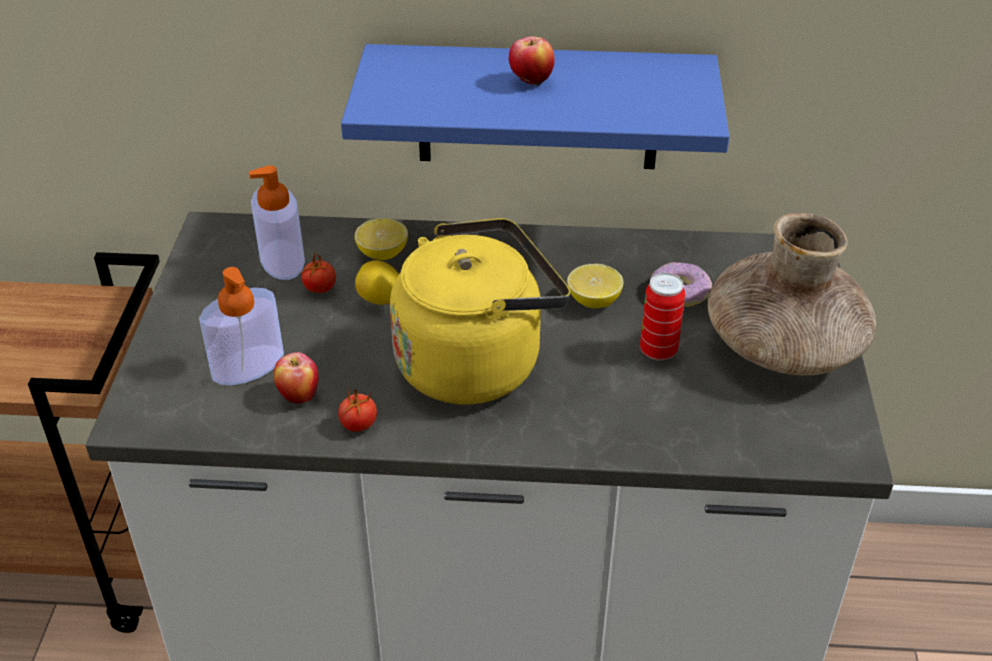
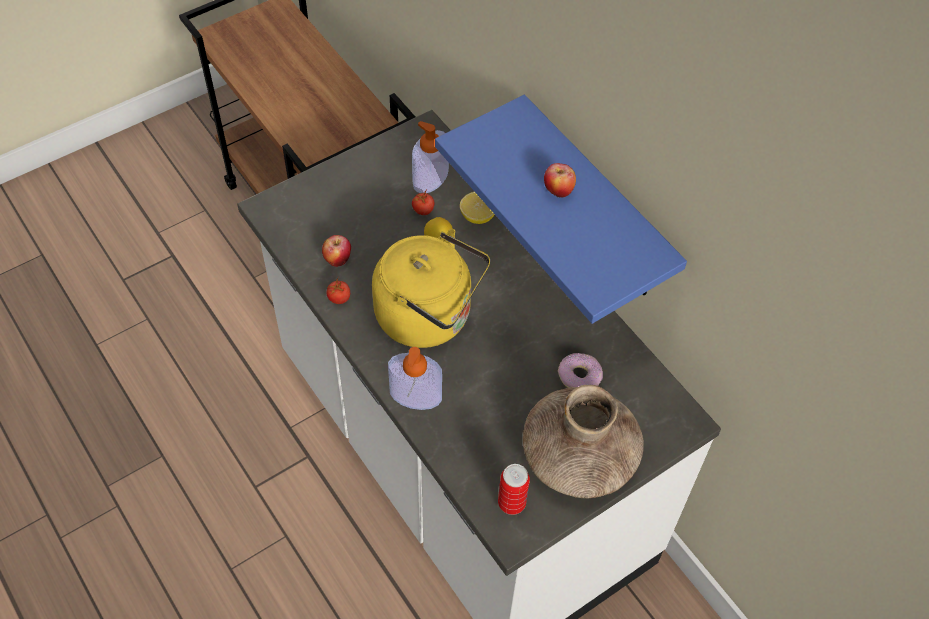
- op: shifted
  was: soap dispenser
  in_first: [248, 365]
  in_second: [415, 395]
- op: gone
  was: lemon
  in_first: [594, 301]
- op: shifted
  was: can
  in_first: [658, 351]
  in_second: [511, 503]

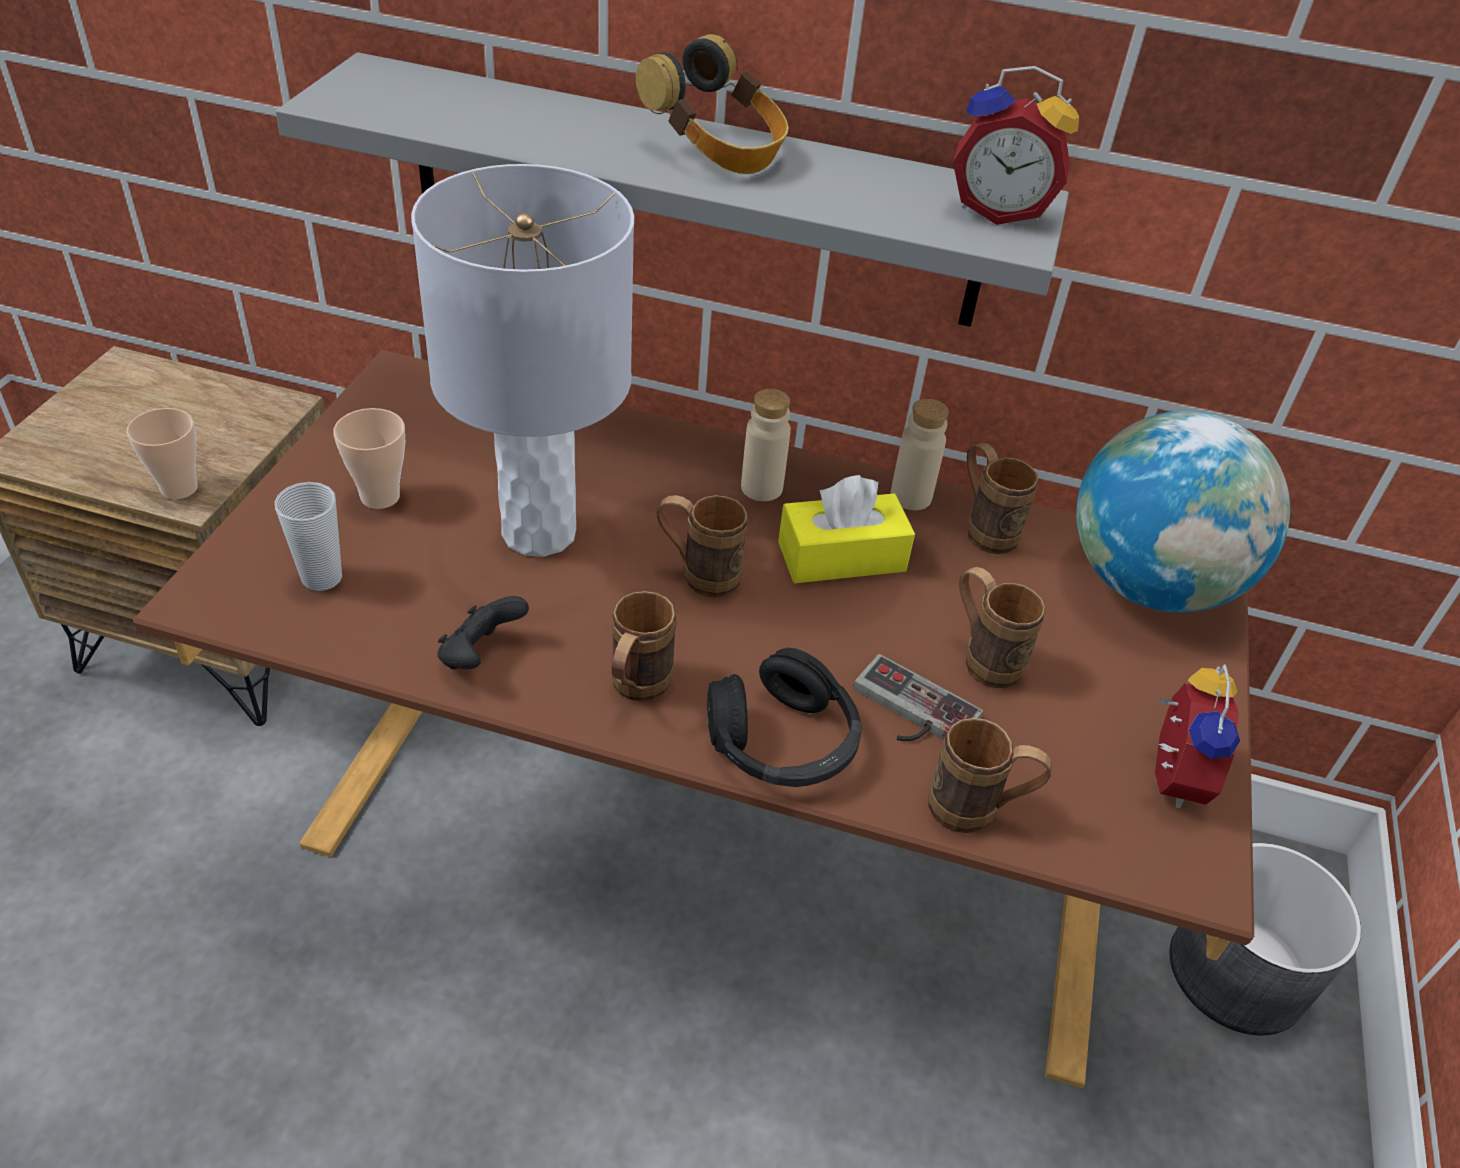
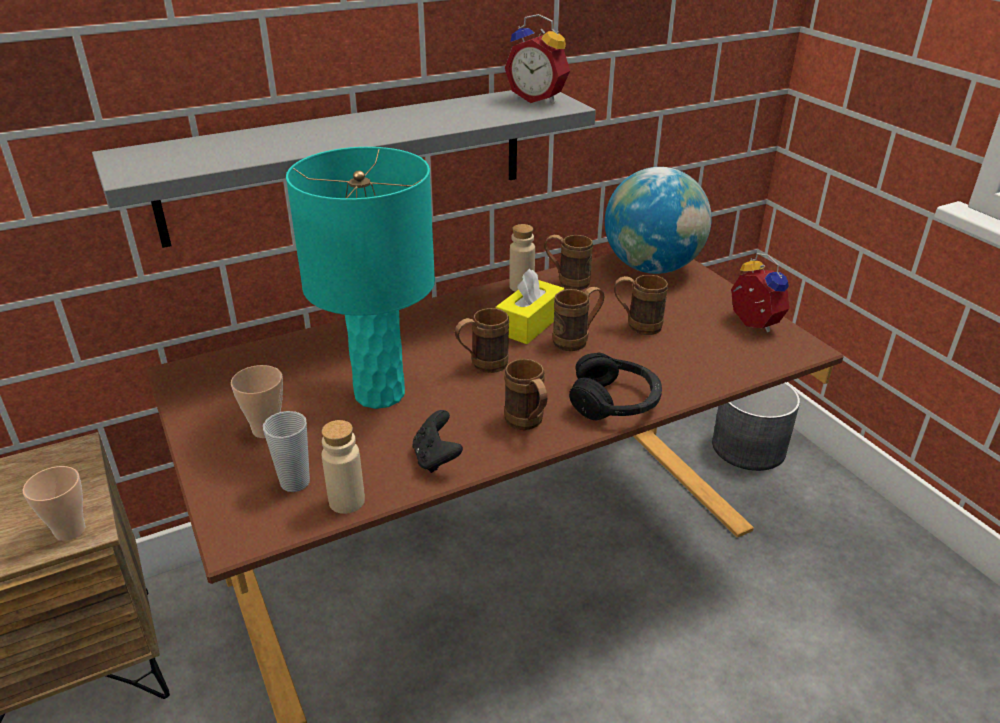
- op: repainted
  was: grey table lamp
  now: turquoise table lamp
  in_first: [538, 533]
  in_second: [379, 394]
- op: gone
  was: headphones
  in_first: [717, 151]
- op: shifted
  was: beige bottle
  in_first: [761, 488]
  in_second: [347, 501]
- op: gone
  was: game controller
  in_first: [909, 712]
- op: shifted
  was: brown mug
  in_first: [977, 812]
  in_second: [577, 340]
- op: rotated
  was: alarm clock
  in_first: [1000, 211]
  in_second: [538, 99]
  clockwise: 60

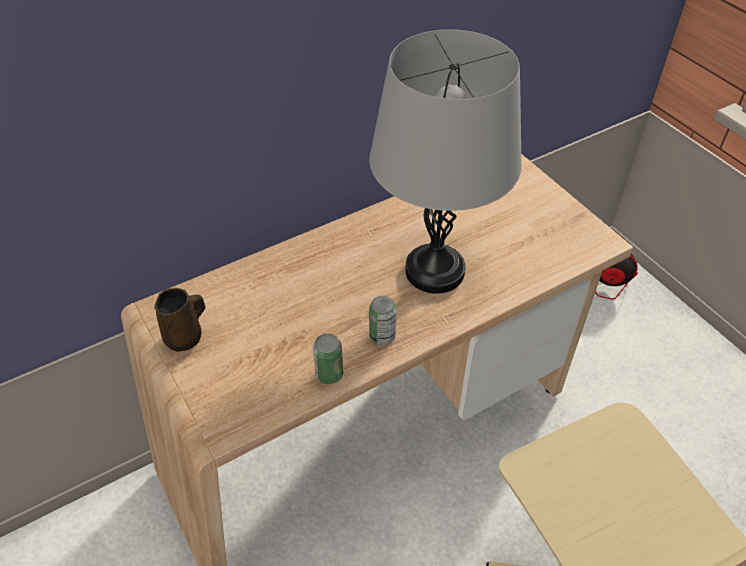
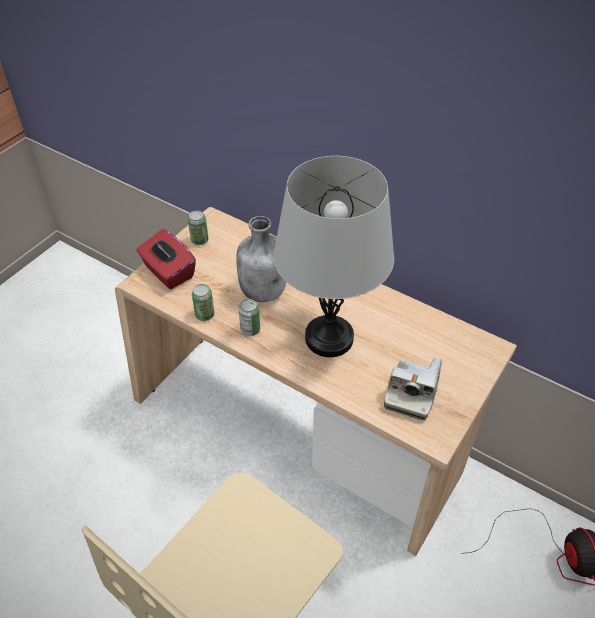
- op: swapped
  was: brown mug
  now: can
  in_first: [186, 337]
  in_second: [199, 240]
- op: new
  now: red tissue box
  in_second: [168, 272]
- op: new
  now: grey bottle
  in_second: [264, 291]
- op: new
  now: photo camera
  in_second: [411, 392]

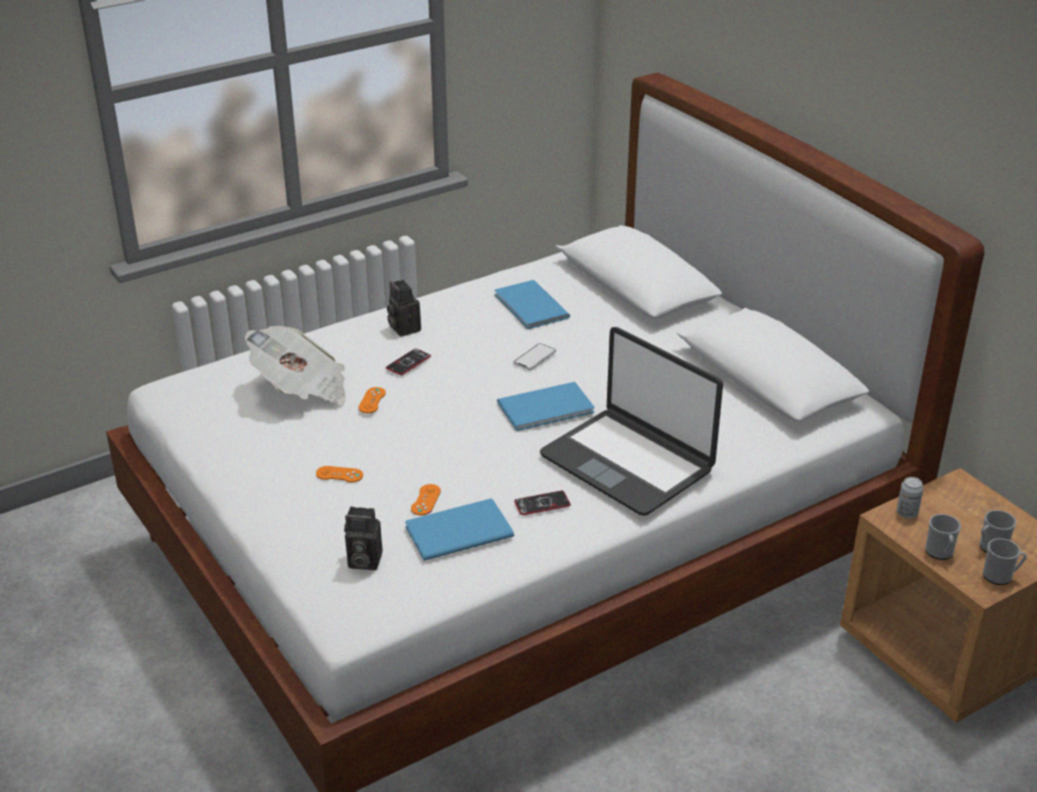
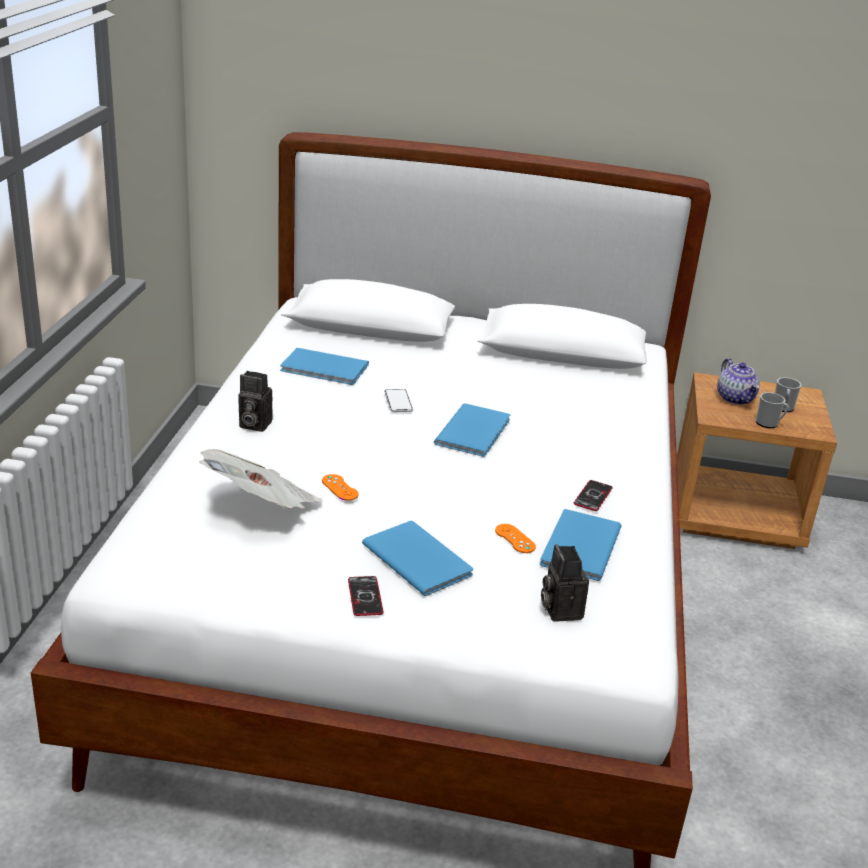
- op: swapped
  was: orange game controller
  now: blue book
  in_first: [339, 474]
  in_second: [417, 557]
- op: rotated
  was: photo camera
  in_first: [362, 561]
  in_second: [559, 609]
  clockwise: 120
- op: shifted
  was: phone
  in_first: [408, 363]
  in_second: [365, 597]
- op: gone
  was: laptop
  in_first: [628, 462]
- op: gone
  was: can
  in_first: [907, 513]
- op: gone
  was: mug
  in_first: [1000, 576]
- op: new
  now: teapot
  in_second: [736, 398]

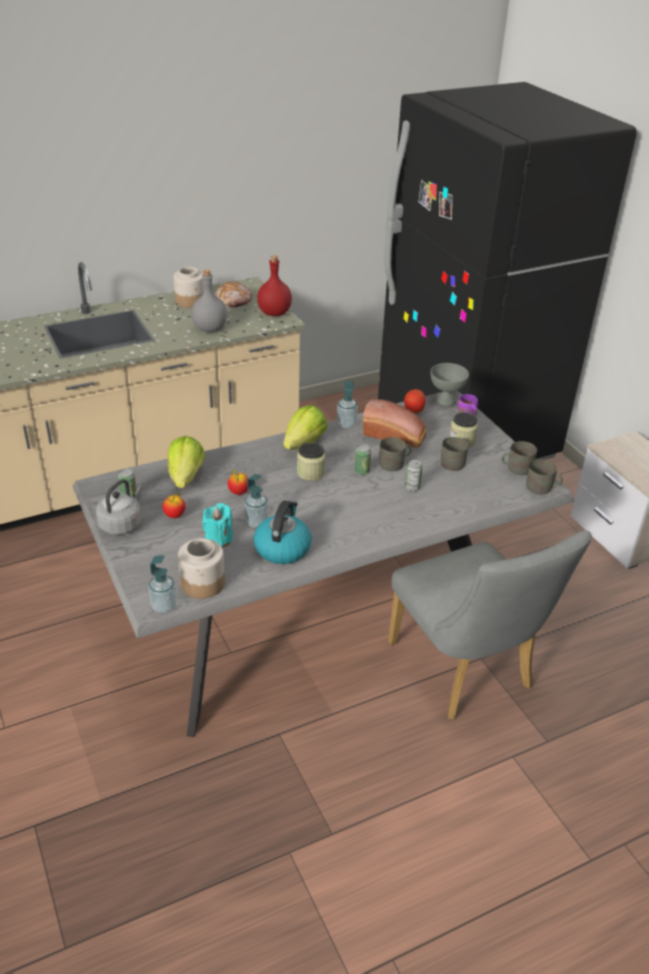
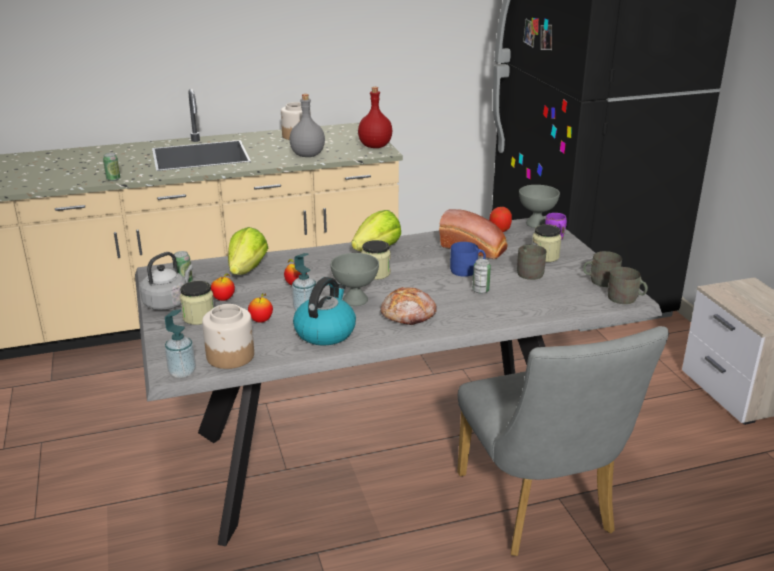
- op: swapped
  was: turquoise candle
  now: apple
  in_first: [219, 539]
  in_second: [261, 320]
- op: shifted
  was: bread
  in_first: [233, 301]
  in_second: [409, 314]
- op: gone
  was: soap dispenser
  in_first: [346, 424]
- op: shifted
  was: can
  in_first: [362, 471]
  in_second: [113, 179]
- op: repainted
  was: grey mug
  now: blue mug
  in_first: [395, 464]
  in_second: [467, 270]
- op: new
  now: jar
  in_second: [199, 317]
- op: new
  now: grey bowl
  in_second: [355, 300]

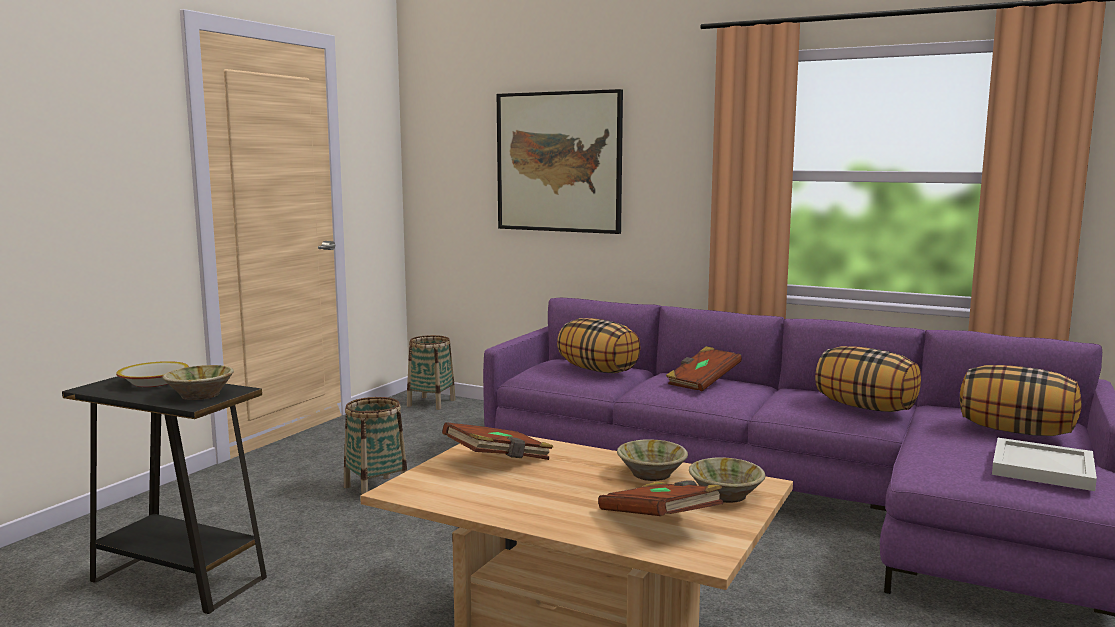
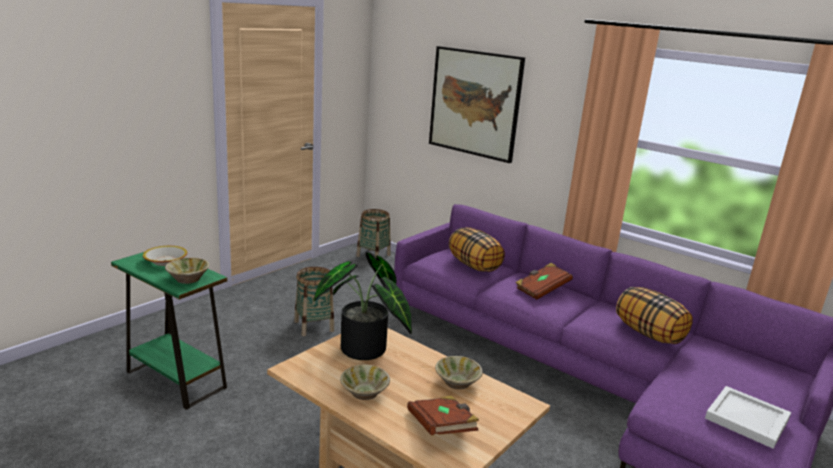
- op: repainted
  was: black side table
  now: green side table
  in_first: [178, 579]
  in_second: [176, 379]
- op: swapped
  was: brown book
  now: potted plant
  in_first: [499, 461]
  in_second: [364, 352]
- op: shifted
  was: beige bowl
  in_first: [725, 495]
  in_second: [364, 393]
- op: gone
  was: pillow
  in_first: [1016, 431]

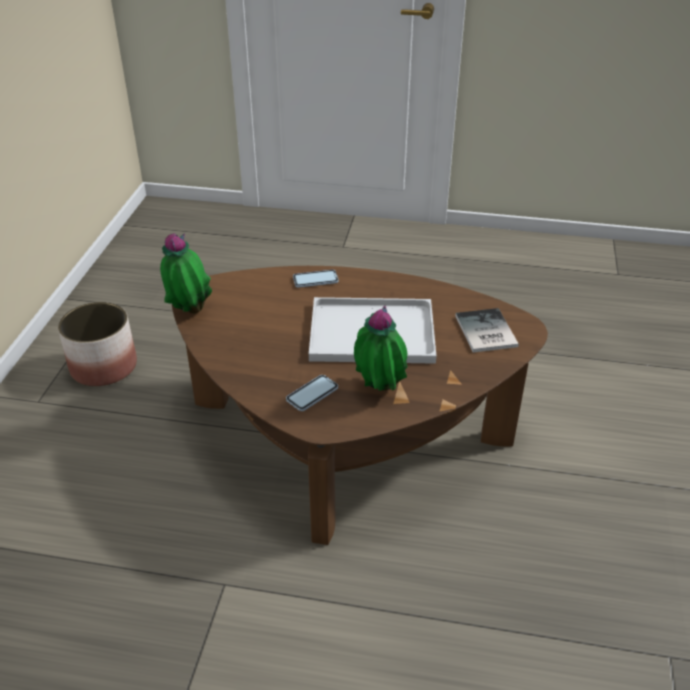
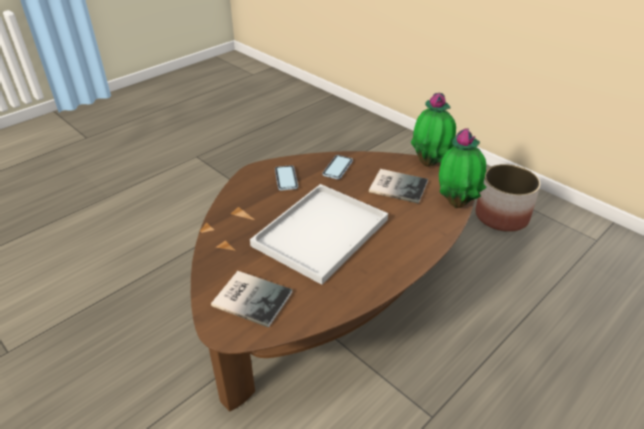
- op: shifted
  was: phone
  in_first: [315, 280]
  in_second: [337, 168]
- op: shifted
  was: potted plant
  in_first: [378, 389]
  in_second: [456, 203]
- op: new
  now: book
  in_second: [397, 185]

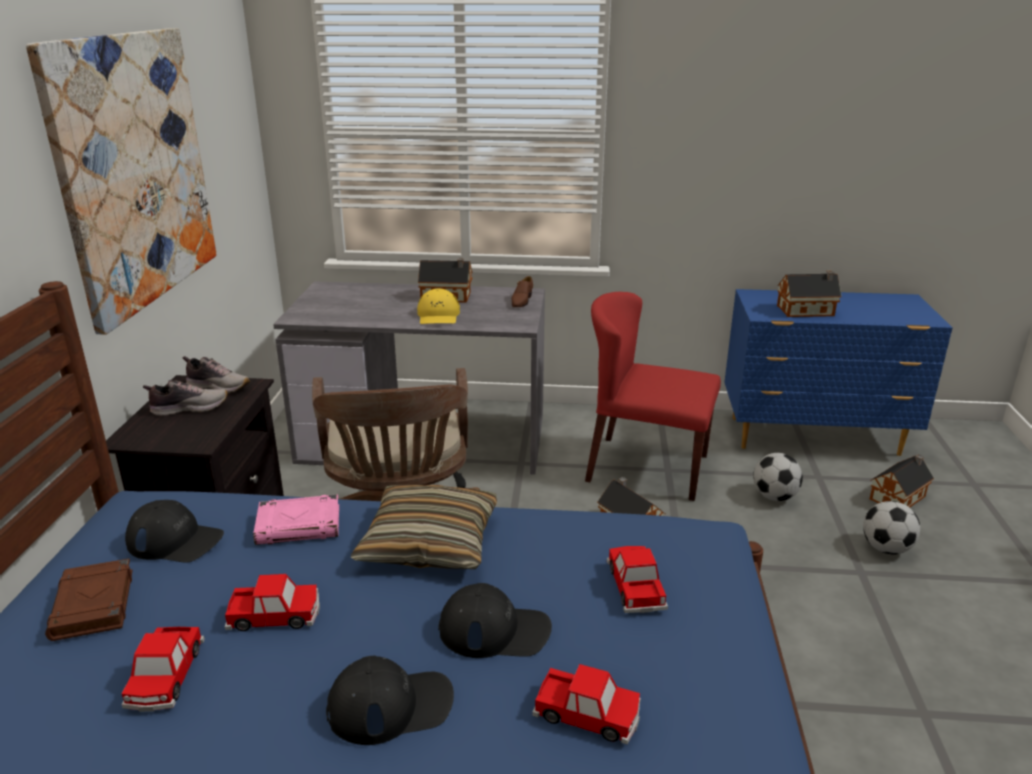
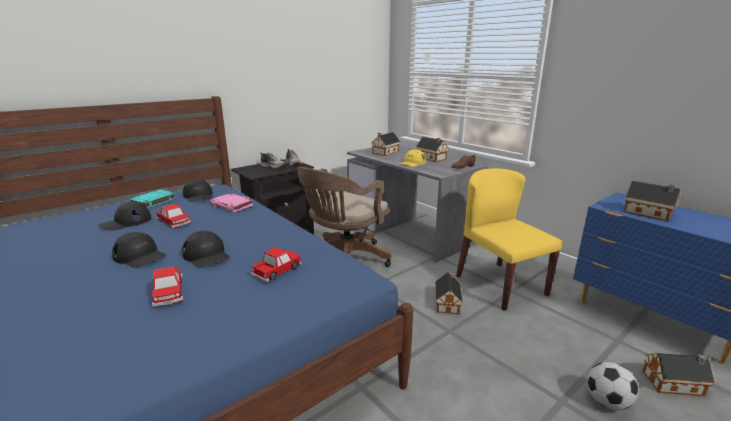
- op: gone
  was: picture
  in_first: [134, 171]
- op: repainted
  was: brown book
  now: turquoise book
  in_first: [93, 605]
  in_second: [153, 202]
- op: swapped
  was: toy car
  now: black cap
  in_first: [166, 676]
  in_second: [126, 222]
- op: gone
  was: pillow
  in_first: [429, 542]
- op: repainted
  was: red chair
  now: yellow chair
  in_first: [646, 467]
  in_second: [500, 285]
- op: gone
  was: football
  in_first: [773, 497]
- op: new
  now: toy house
  in_second: [384, 152]

